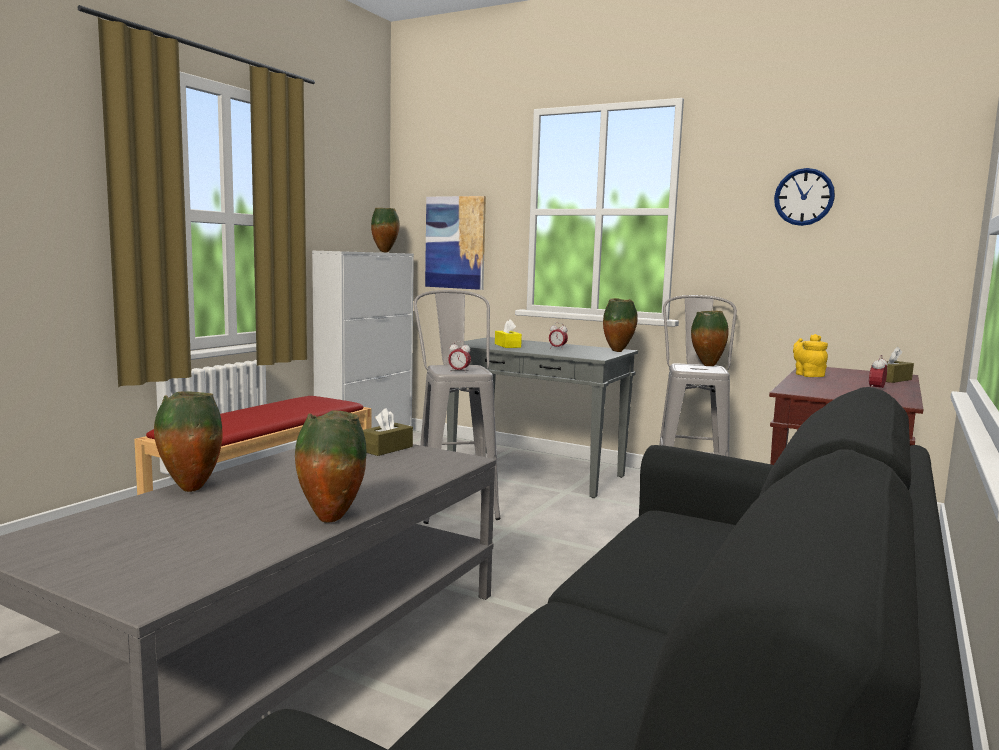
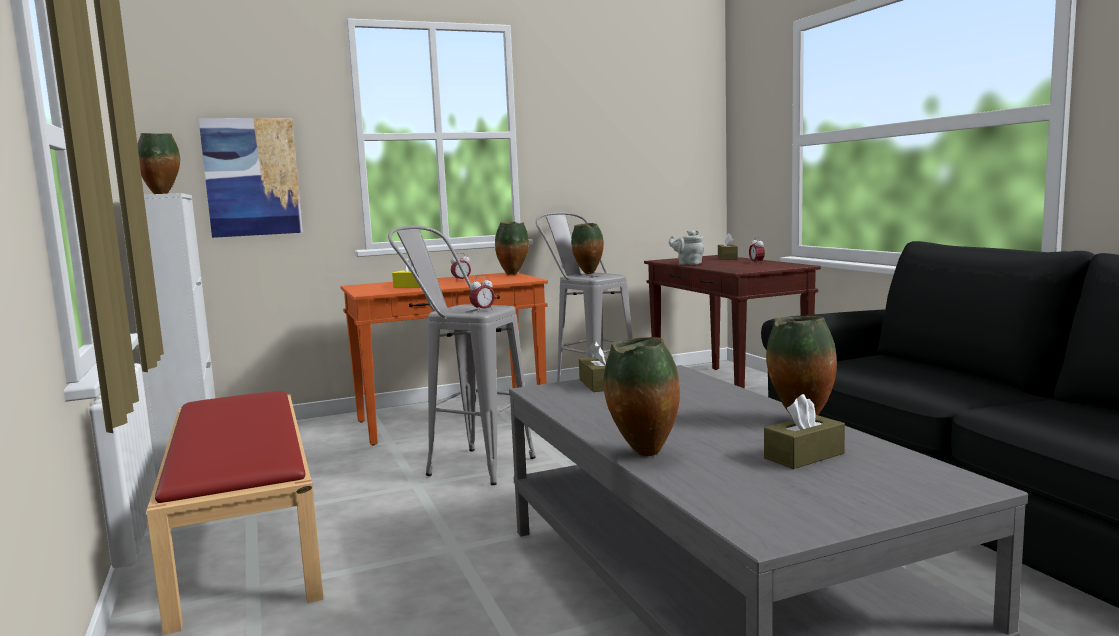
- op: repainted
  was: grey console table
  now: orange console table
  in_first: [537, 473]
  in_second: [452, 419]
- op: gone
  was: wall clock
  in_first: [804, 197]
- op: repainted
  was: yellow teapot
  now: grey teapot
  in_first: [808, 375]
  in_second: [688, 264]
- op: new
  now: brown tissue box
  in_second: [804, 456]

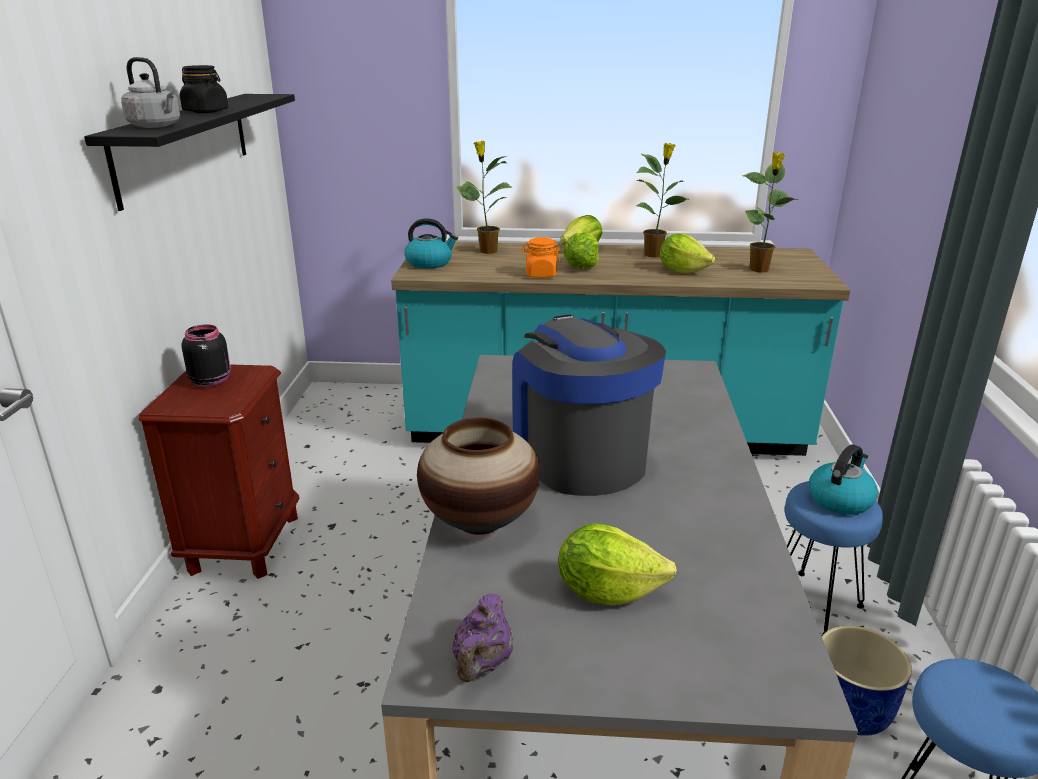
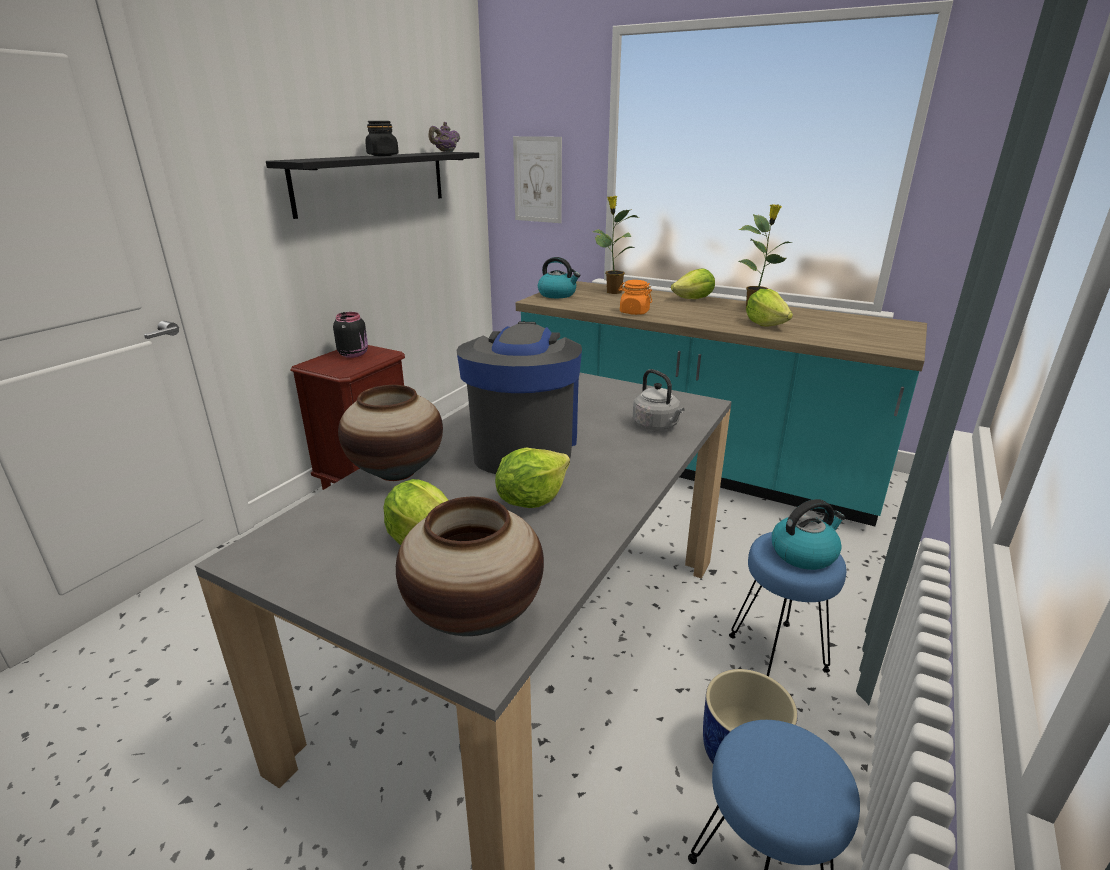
- op: shifted
  was: grey kettle
  in_first: [157, 126]
  in_second: [657, 426]
- op: shifted
  was: purple teapot
  in_first: [482, 664]
  in_second: [446, 152]
- op: shifted
  was: lettuce
  in_first: [581, 267]
  in_second: [531, 499]
- op: gone
  was: potted plant
  in_first: [759, 270]
- op: new
  now: vase
  in_second: [474, 618]
- op: new
  now: picture
  in_second: [537, 180]

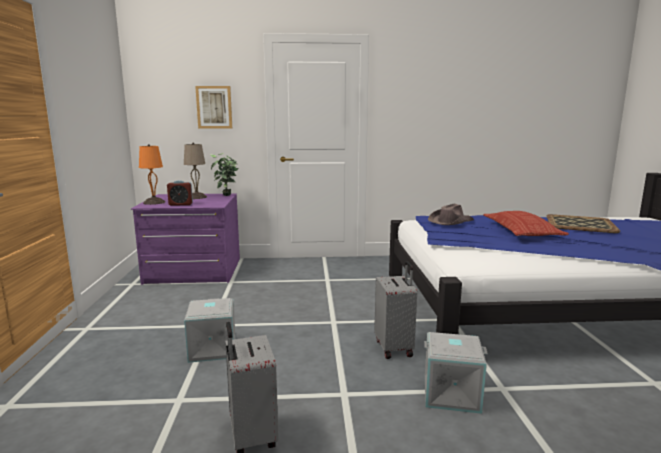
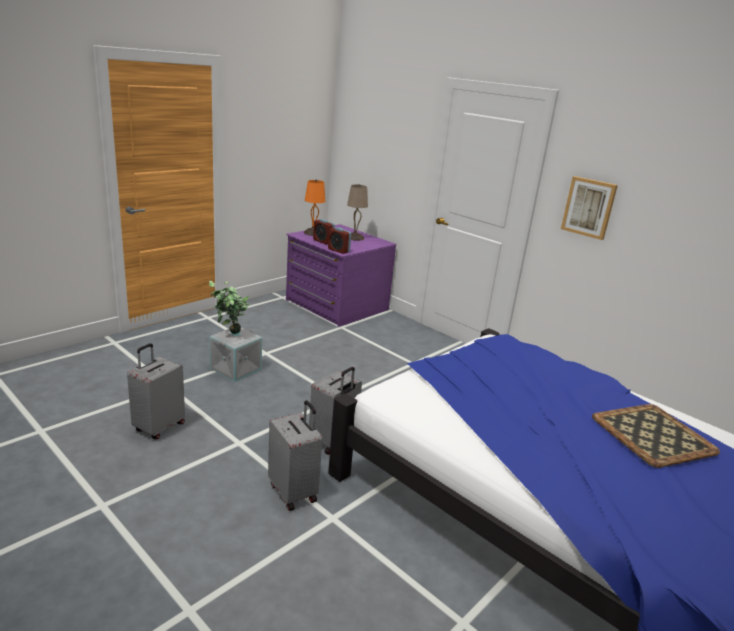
- op: shifted
  was: picture
  in_first: [214, 107]
  in_second: [589, 207]
- op: shifted
  was: potted plant
  in_first: [226, 196]
  in_second: [229, 334]
- op: swapped
  was: grey storage box
  now: grey suitcase
  in_first: [451, 393]
  in_second: [294, 492]
- op: gone
  was: brown hat
  in_first: [450, 221]
- op: gone
  was: pillow
  in_first: [521, 231]
- op: new
  now: alarm clock
  in_second: [338, 250]

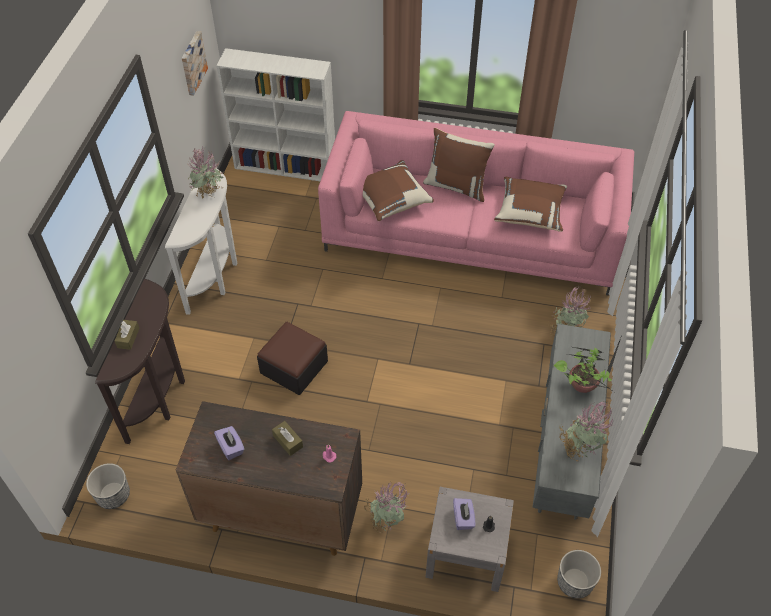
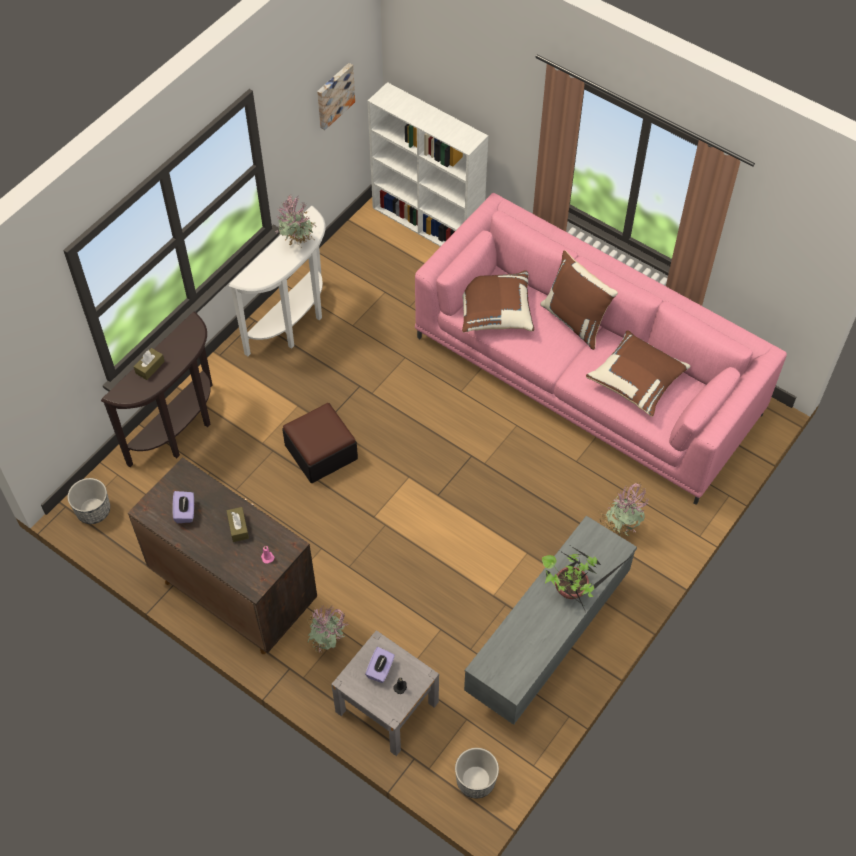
- op: gone
  was: potted plant
  in_first: [579, 449]

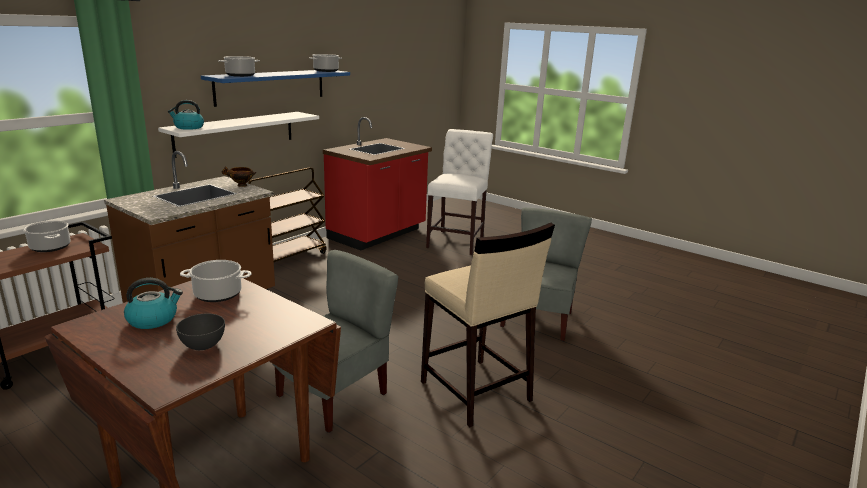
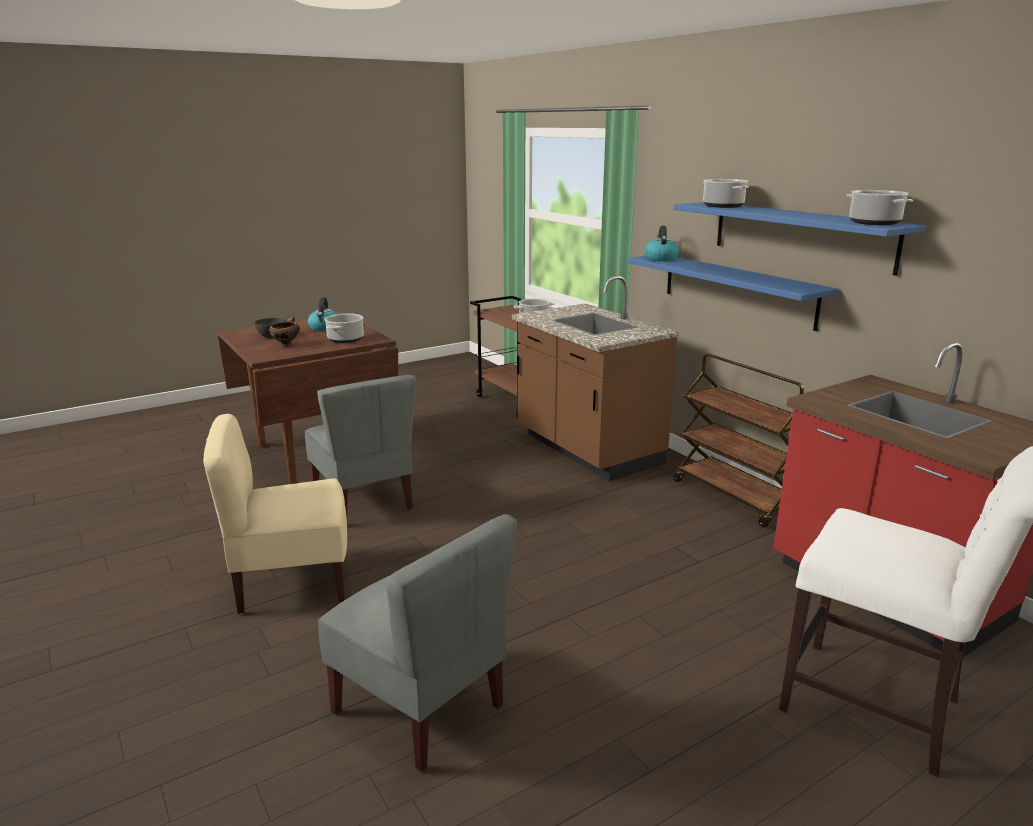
- op: repainted
  was: white shelf
  now: blue shelf
  in_first: [236, 133]
  in_second: [737, 289]
- op: shifted
  was: bowl
  in_first: [241, 185]
  in_second: [286, 344]
- op: swapped
  was: beige stool
  now: beige chair
  in_first: [475, 392]
  in_second: [292, 582]

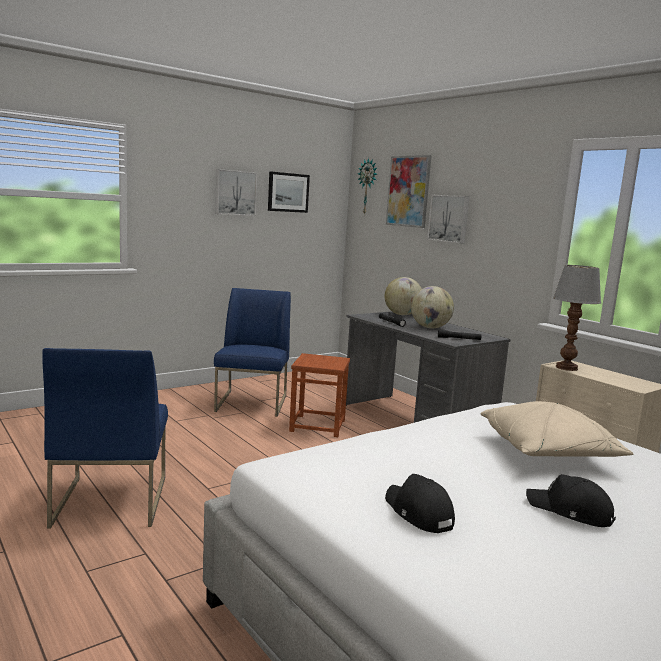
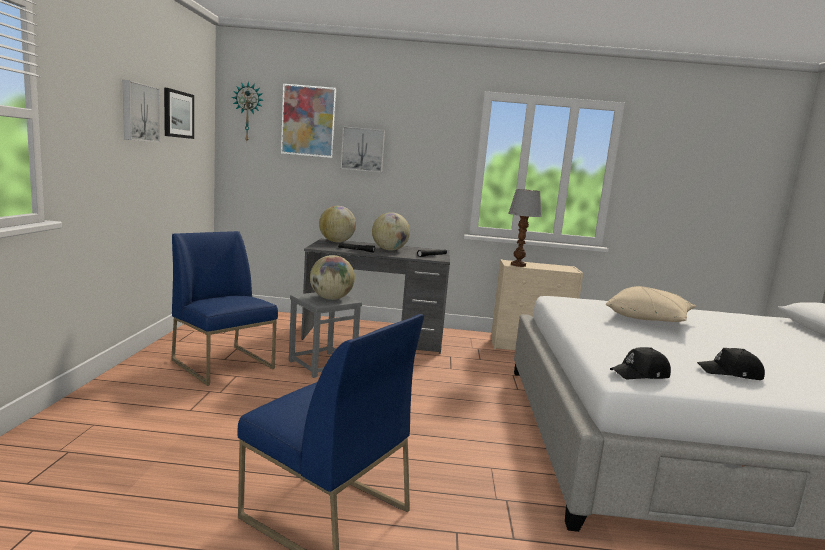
- op: repainted
  was: brown stool
  now: grey stool
  in_first: [318, 425]
  in_second: [322, 364]
- op: shifted
  was: black cap
  in_first: [570, 511]
  in_second: [640, 374]
- op: new
  now: globe
  in_second: [331, 298]

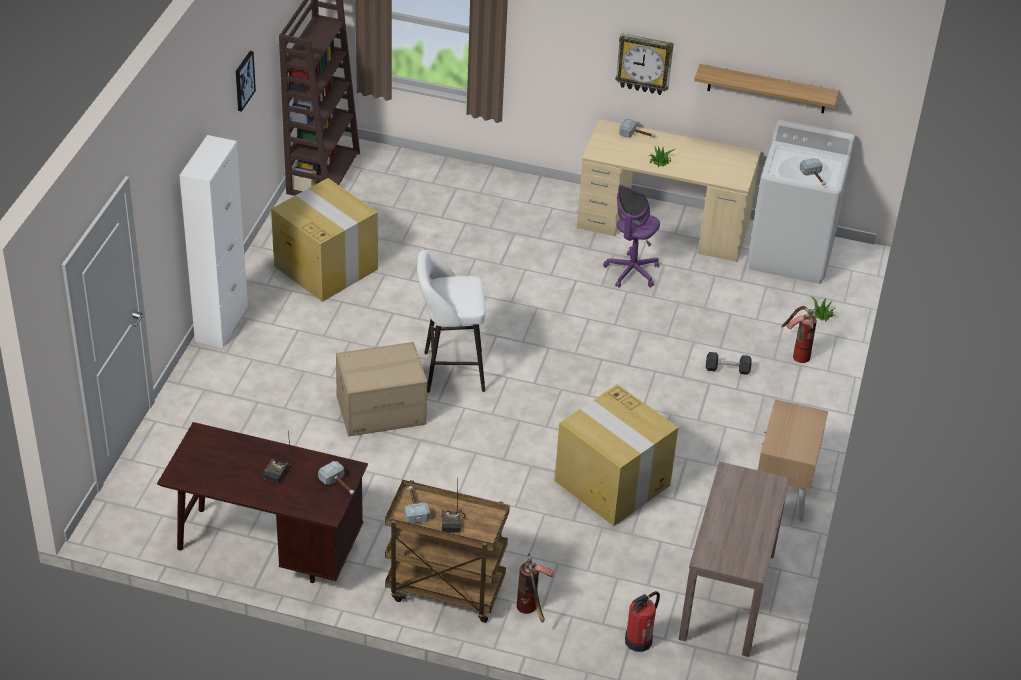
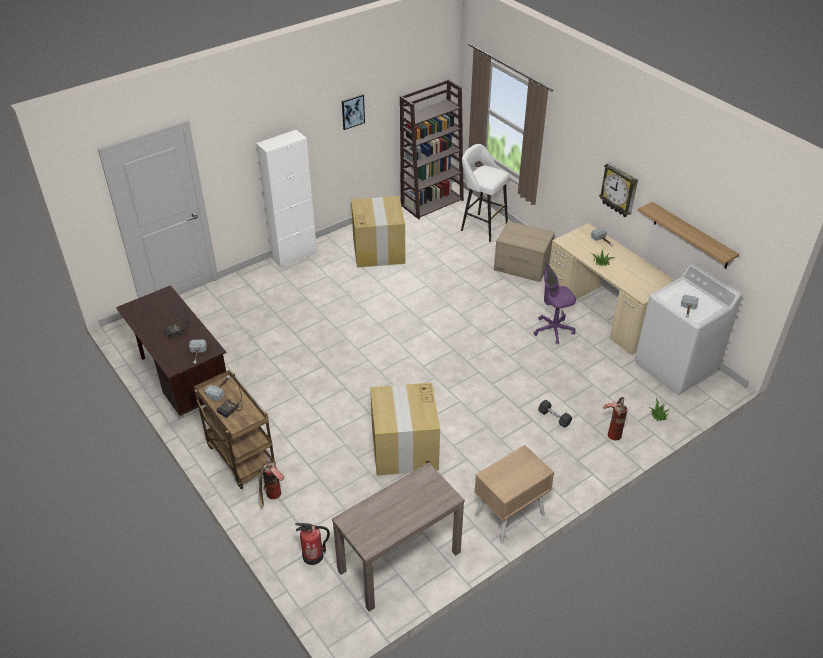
- op: shifted
  was: cardboard box
  in_first: [381, 410]
  in_second: [522, 265]
- op: shifted
  was: white stool
  in_first: [449, 371]
  in_second: [481, 226]

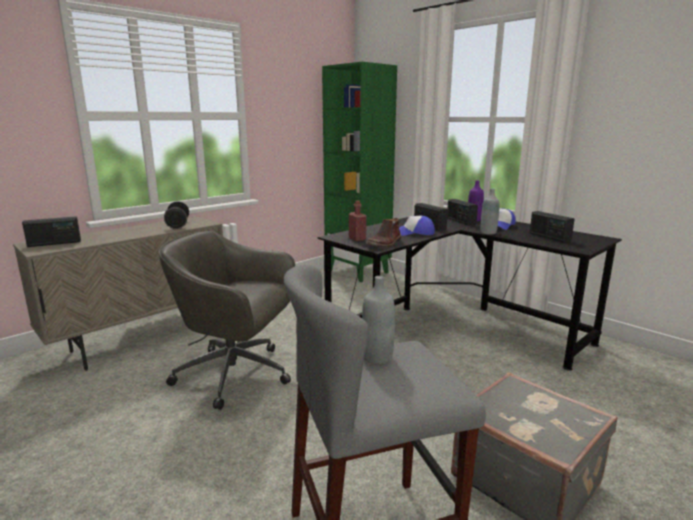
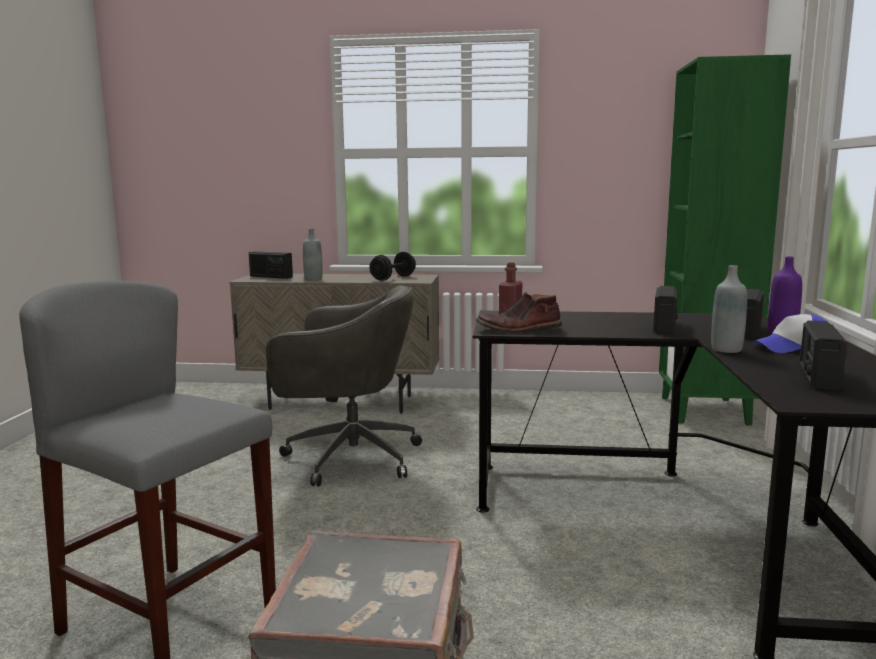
- op: rotated
  was: grey office chair
  in_first: [237, 375]
  in_second: [348, 457]
  clockwise: 120
- op: shifted
  was: grey bottle
  in_first: [377, 357]
  in_second: [313, 279]
- op: gone
  was: cap
  in_first: [414, 233]

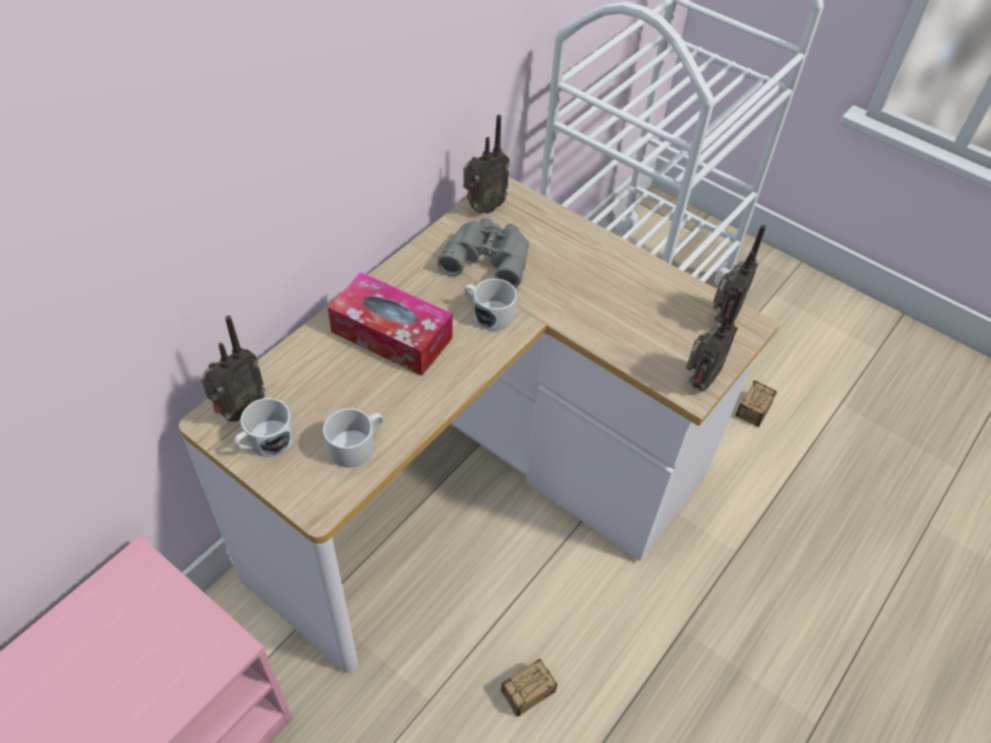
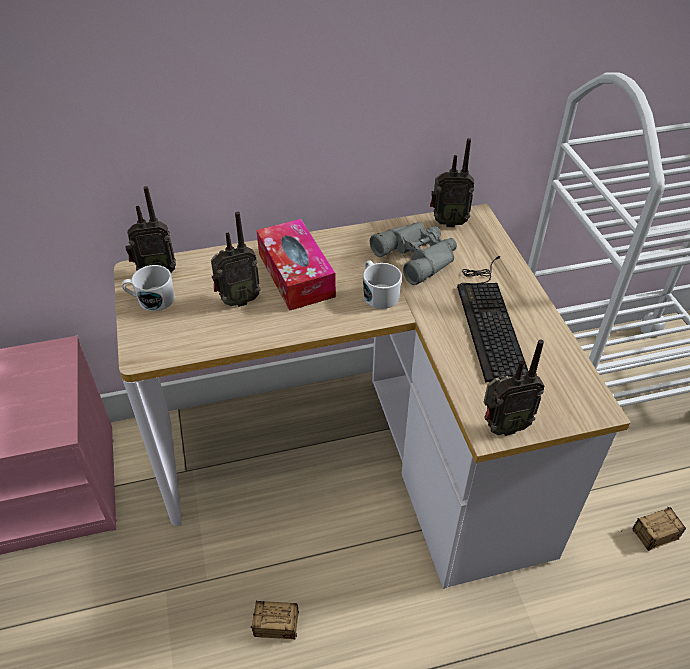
- op: gone
  was: white mug
  in_first: [356, 446]
- op: shifted
  was: radio
  in_first: [721, 320]
  in_second: [237, 300]
- op: new
  now: keyboard
  in_second: [490, 318]

